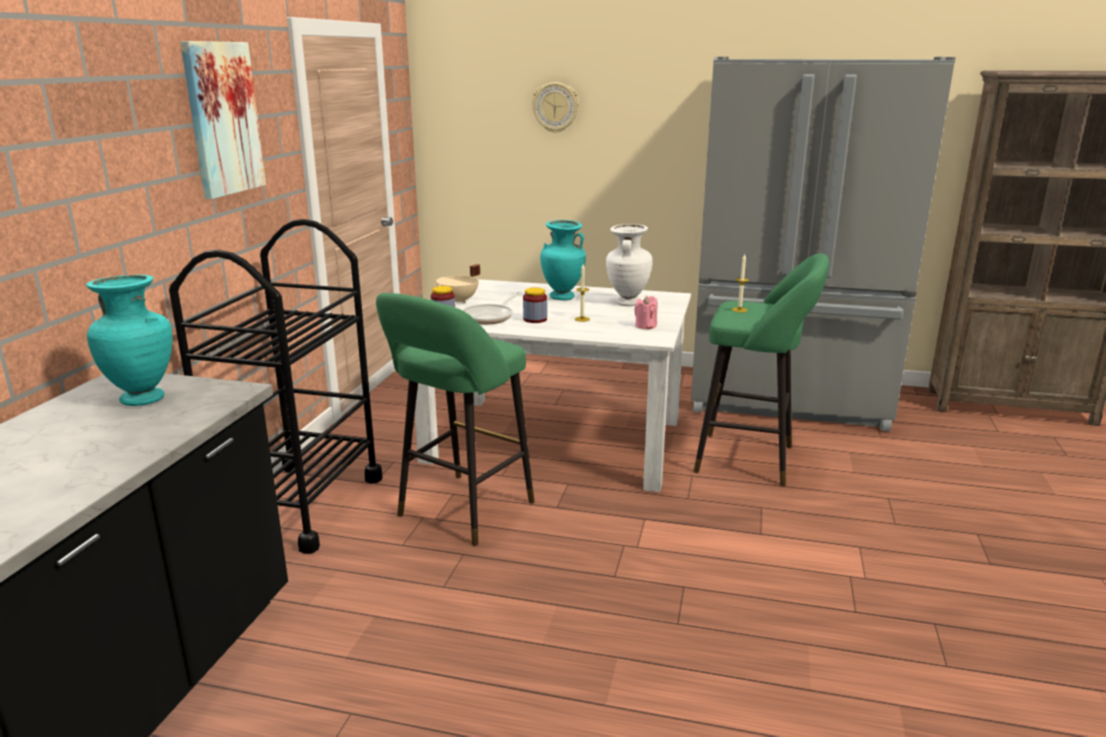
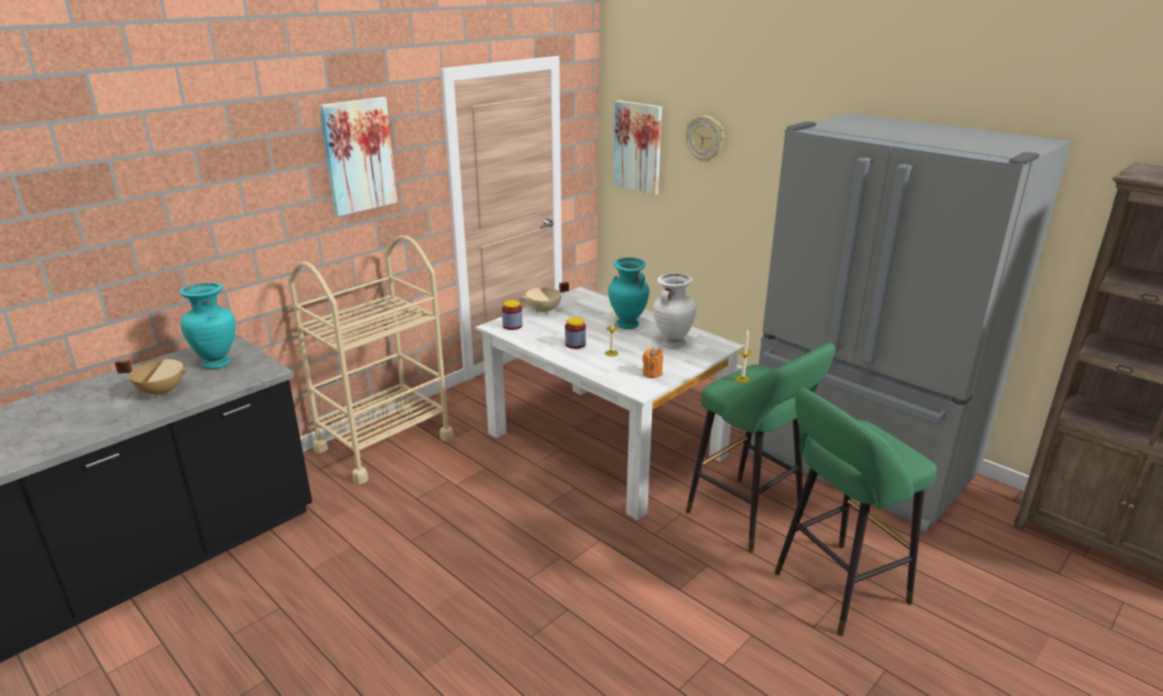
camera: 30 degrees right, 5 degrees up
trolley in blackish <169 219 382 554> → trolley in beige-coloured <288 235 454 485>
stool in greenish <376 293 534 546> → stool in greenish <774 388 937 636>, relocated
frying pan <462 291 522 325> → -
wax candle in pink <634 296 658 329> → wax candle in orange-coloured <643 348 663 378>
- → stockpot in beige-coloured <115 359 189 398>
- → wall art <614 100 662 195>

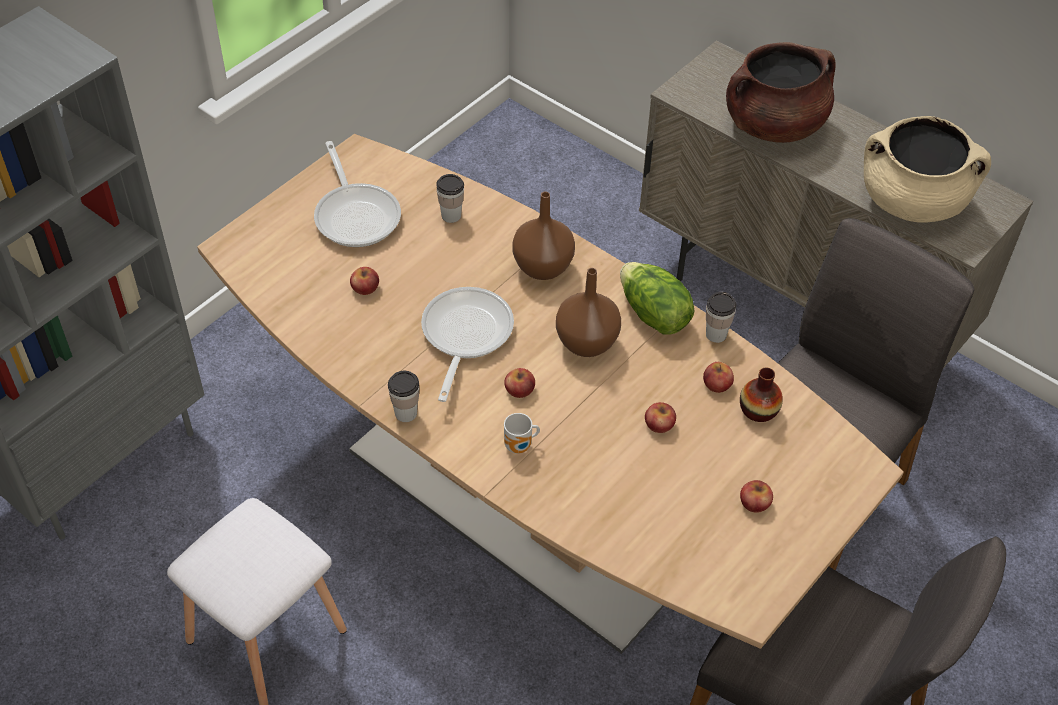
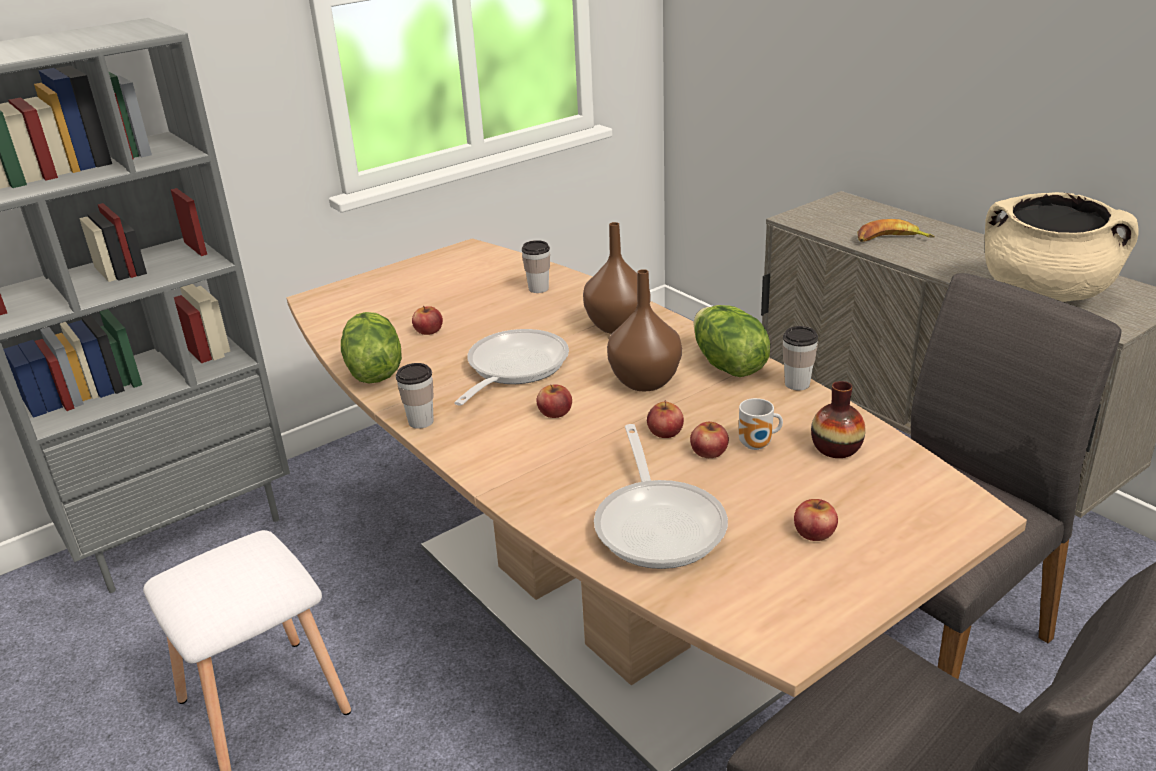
camera: 15 degrees right, 20 degrees down
frying pan <314 141 401 247> → frying pan <594 424 728 569>, relocated
tea mug <504 413 540 454> → tea mug <739 398 783 450>, relocated
whole apple <703 362 734 393> → whole apple <647 400 684 438>, relocated
stockpot in brownish <726 42 836 143> → banana <857 219 935 242>
- → head of lettuce <341 312 402 384>

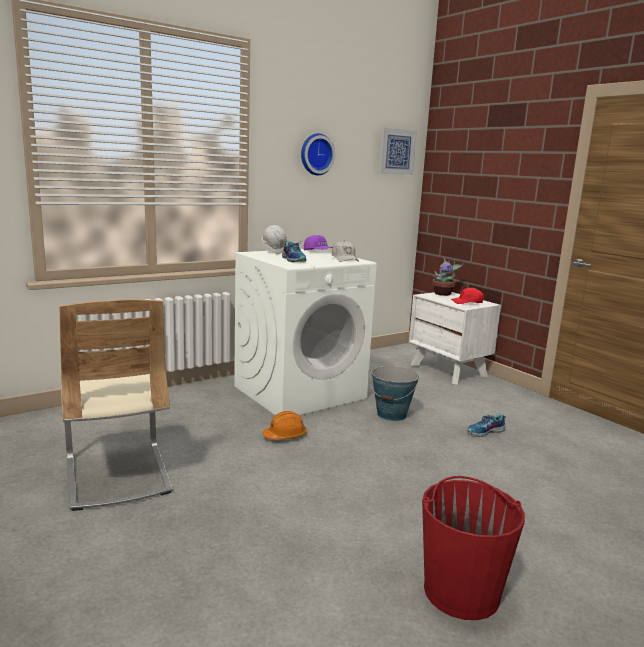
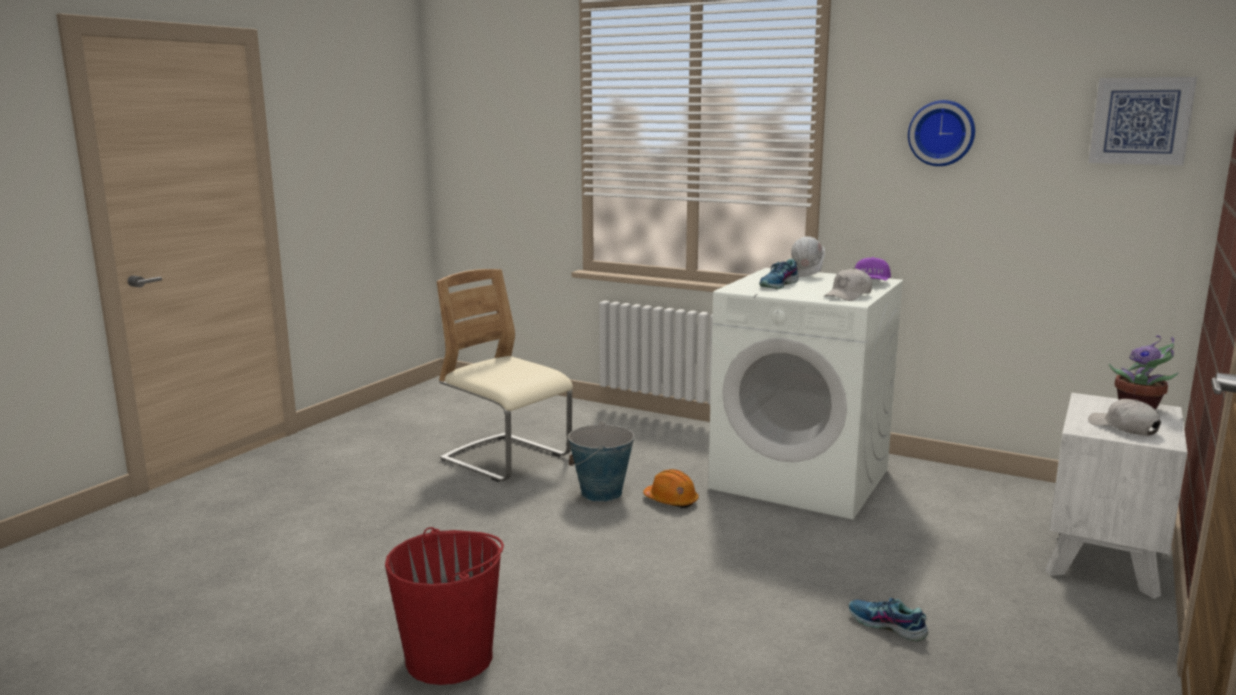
camera: 65 degrees right, 0 degrees up
chair in beige-coloured <59 300 173 511> → chair in beige-coloured <437 269 573 482>, 90 degrees clockwise
water bucket <370 366 419 421> → water bucket <568 422 634 502>, relocated
peaked cap in red <451 287 484 304> → peaked cap in whitish <1088 399 1161 436>

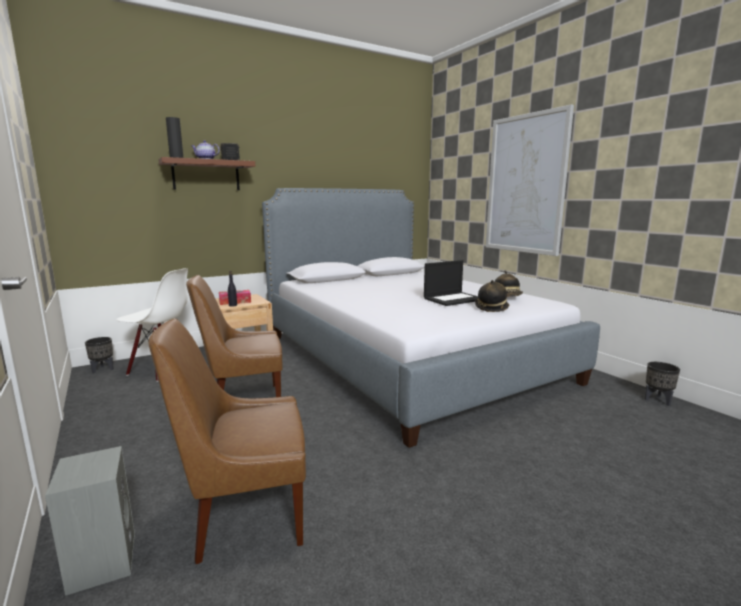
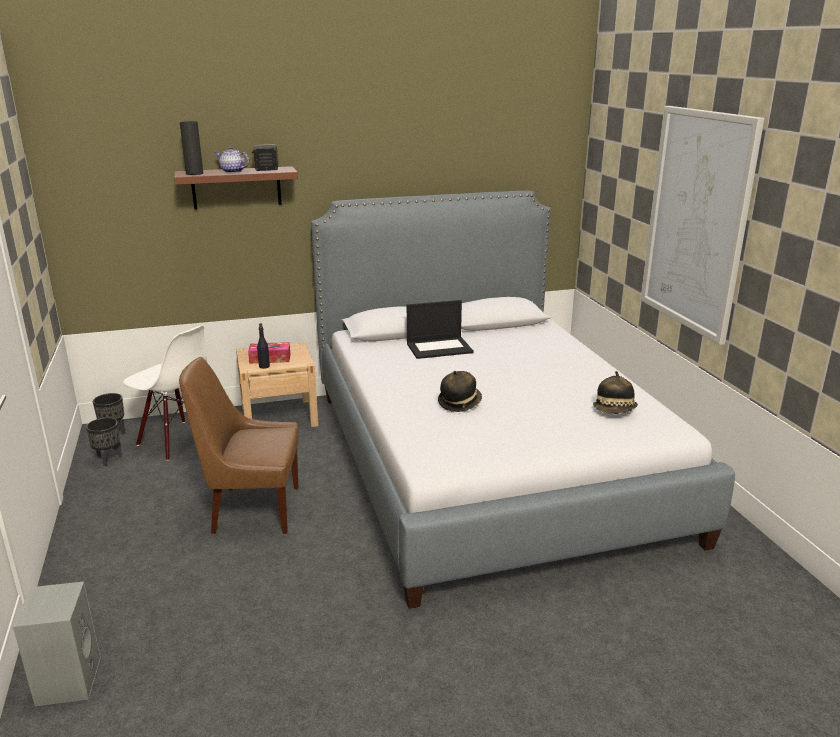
camera: 15 degrees right, 10 degrees up
chair in brownish <148 318 306 564> → -
notebook computer <424 260 478 306> → notebook computer <407 300 474 359>, relocated
wearable hat <475 280 509 312> → wearable hat <438 371 482 412>, relocated
plant pot in blackish <645 362 680 406> → plant pot in blackish <86 418 122 466>, relocated

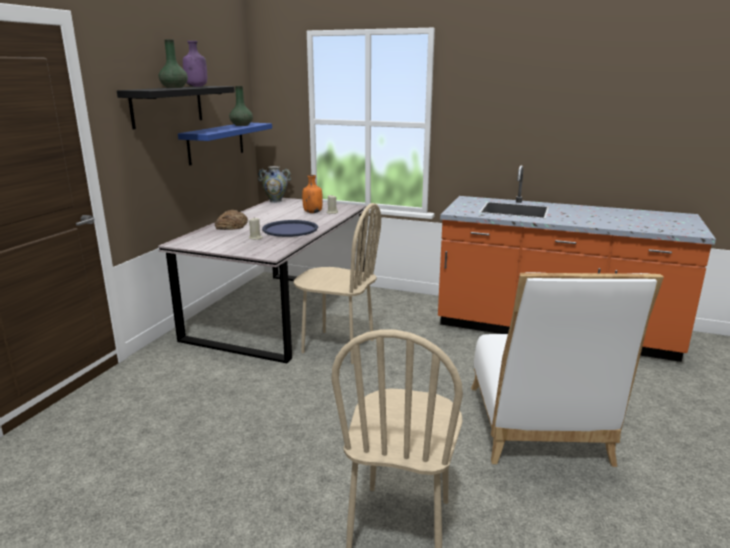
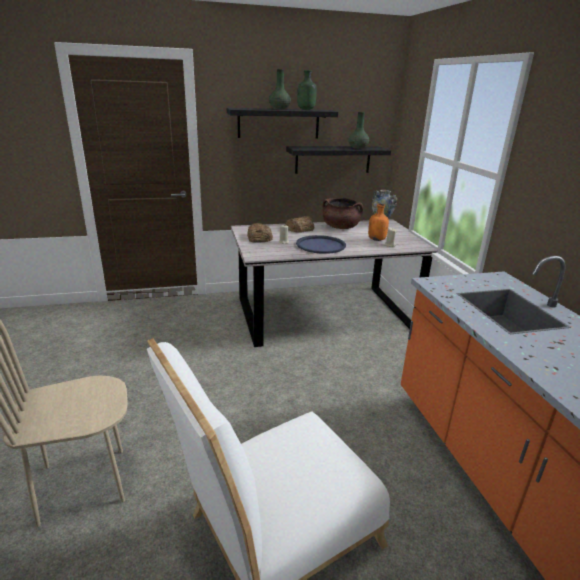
camera: 55 degrees right, 5 degrees up
shelf in blue-coloured <178 123 272 165> → shelf in blackish <286 146 391 174>
beverage bottle in purplish <183 41 207 87> → beverage bottle in greenish <297 70 317 110>
chair in beige-coloured <294 203 381 364> → -
- → bakery bread <247 223 273 243>
- → stockpot in brownish <323 198 363 229>

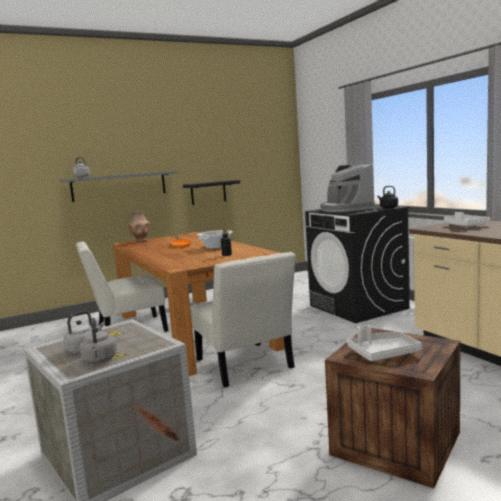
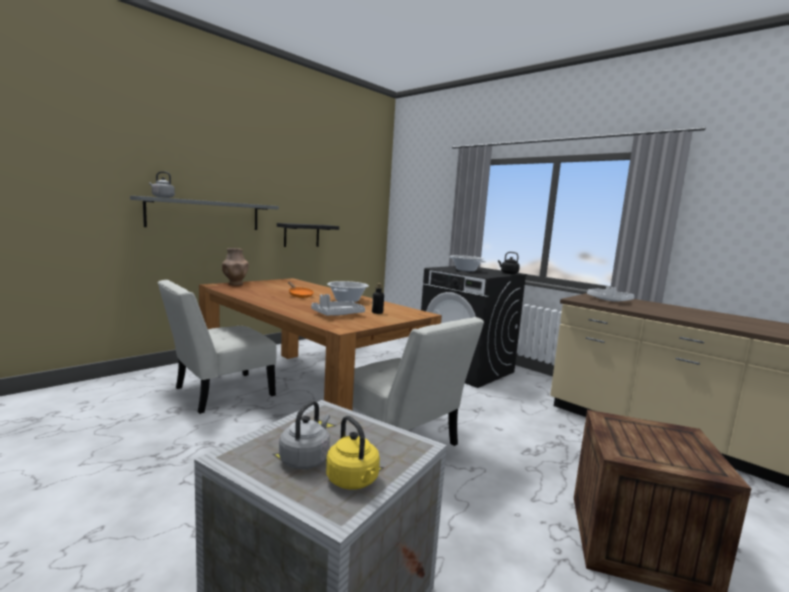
camera: 20 degrees left, 0 degrees up
water kettle in grey <80 317 117 363> → water kettle in yellow <326 416 380 490>
coffee brewer <320 164 375 212> → stockpot <449 255 486 272>
carrying tray in grey <347 325 422 361> → carrying tray in grey <311 294 365 316>, relocated

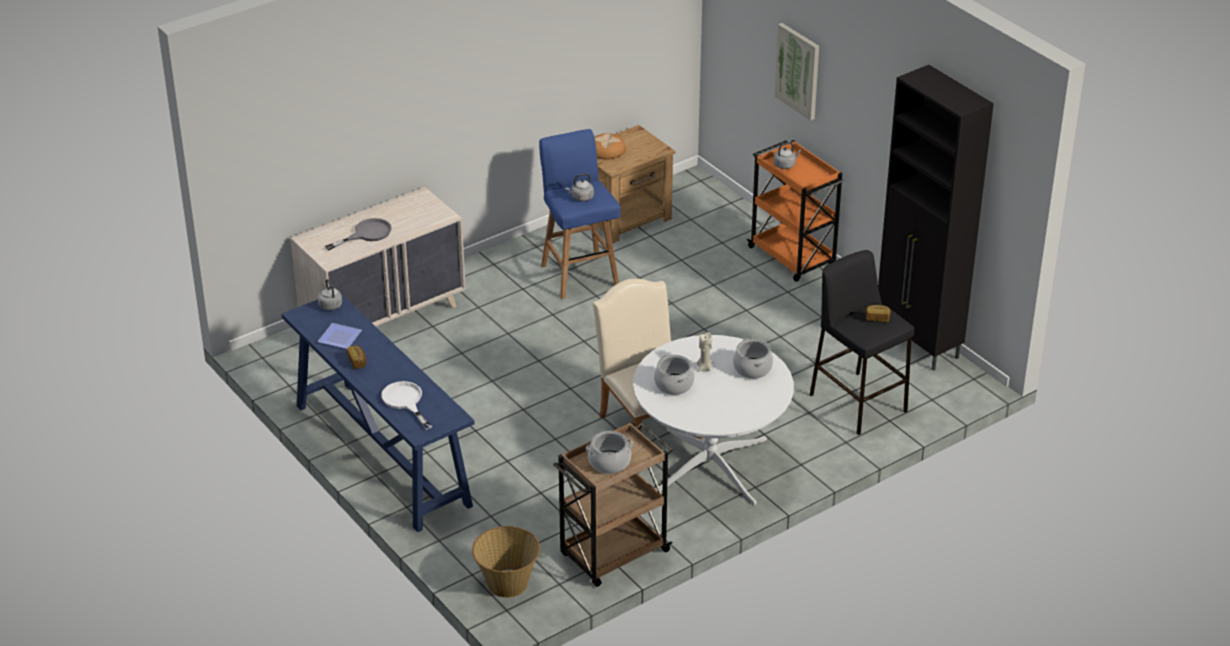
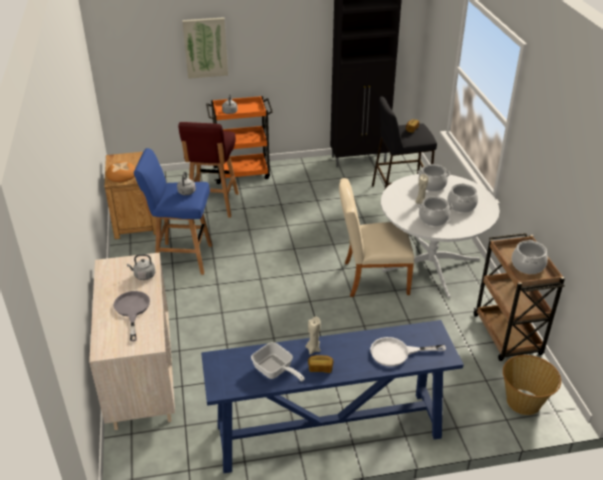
camera: 65 degrees left, 0 degrees up
dinner plate <317 323 362 349> → frying pan <251 342 305 382>
water kettle in grey <318 279 342 311> → water kettle in grey <127 254 155 280>, relocated
- → stool in red <178 122 239 218>
- → wax candle in beige-coloured <306 316 321 355>
- → stockpot <447 183 478 213>

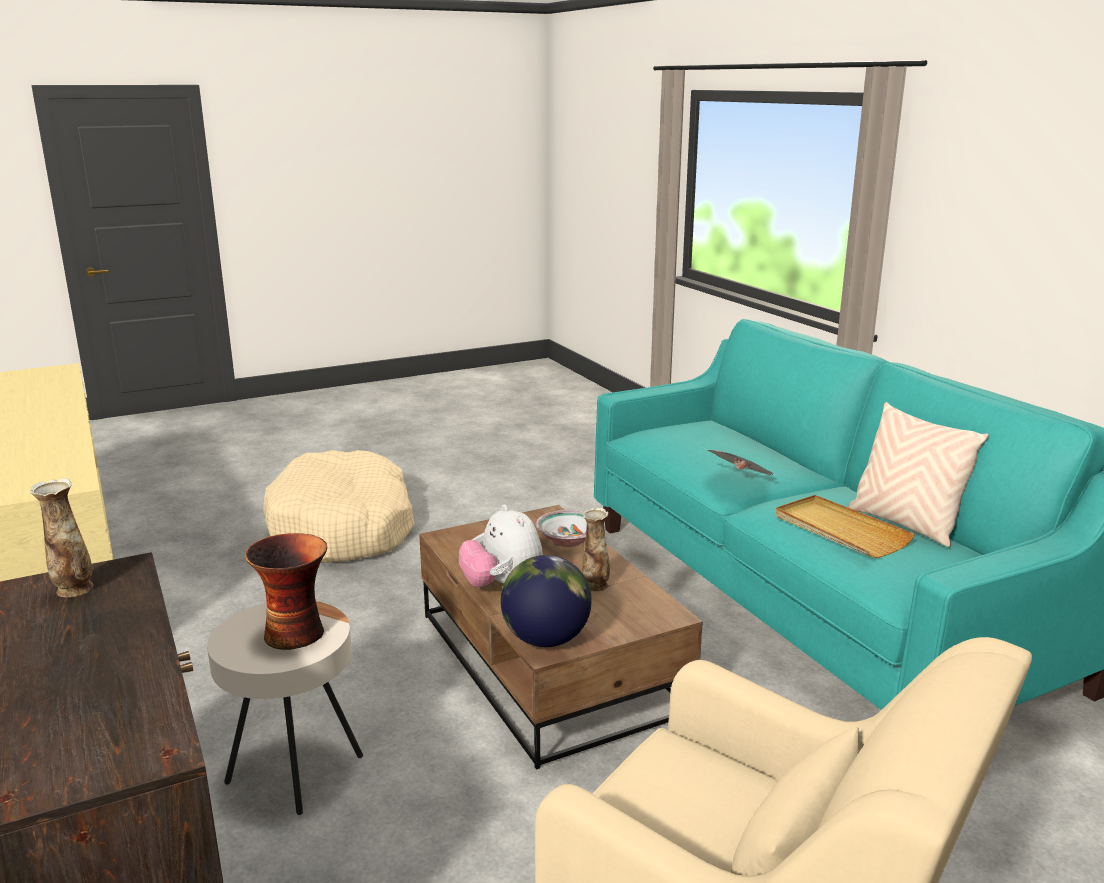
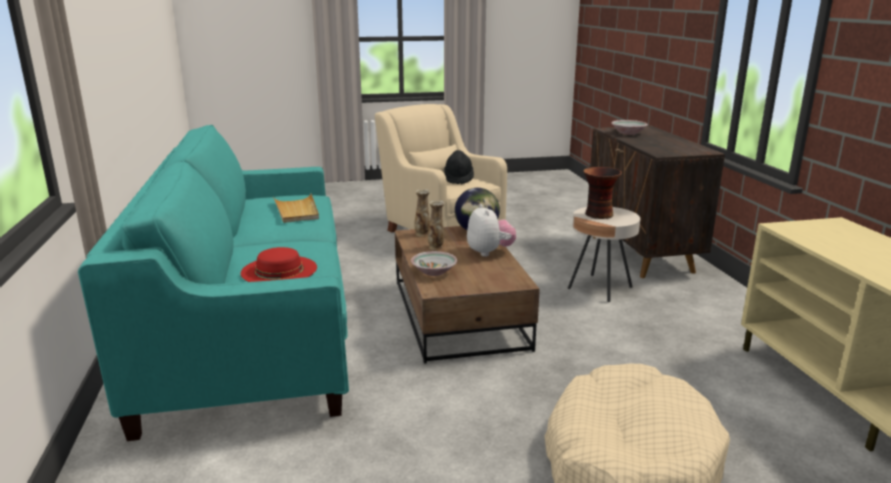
camera: 165 degrees left, 0 degrees up
decorative vase <30 478 93 597> → decorative vase <414 189 430 237>, relocated
newspaper <703 449 774 475> → -
cushion in beige-coloured <848 402 989 547> → -
- → wearable hat in red <241 247 317 282>
- → wearable hat in blackish <444 150 474 184>
- → bowl <611 120 648 135>

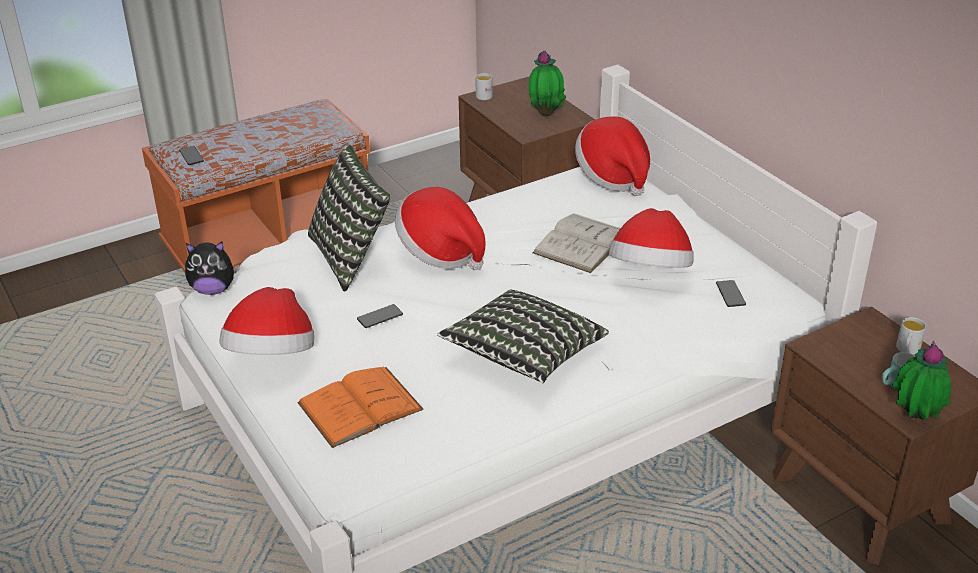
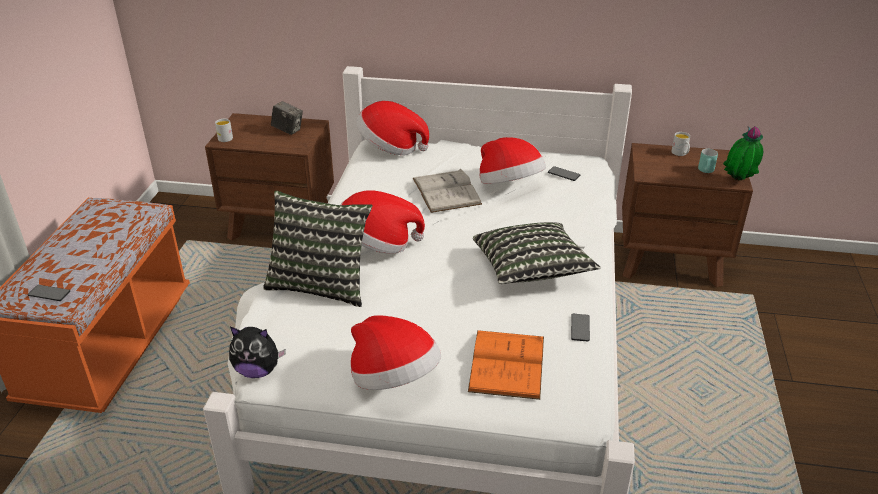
camera: 50 degrees left, 0 degrees up
plush toy <185 242 239 295> → plush toy <229 326 286 378>, 60 degrees clockwise
phone <357 304 403 328> → phone <571 314 590 342>, relocated
plant in a pot <529 51 567 117> → photo camera <271 101 303 135>

